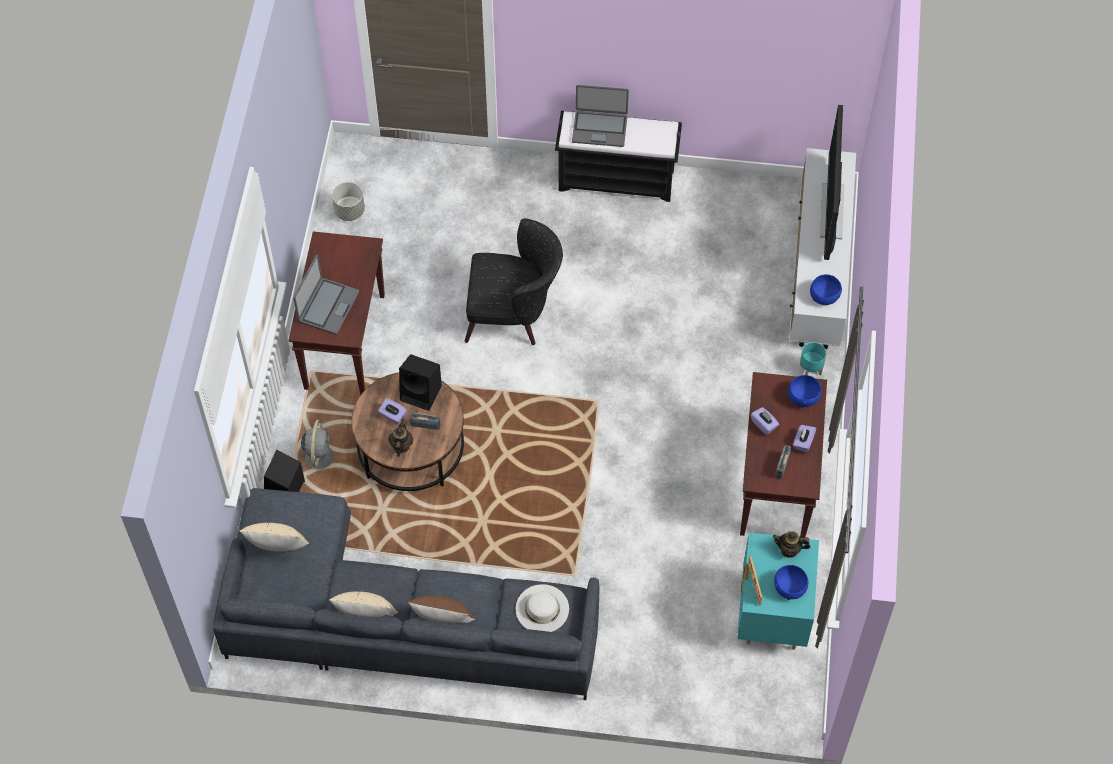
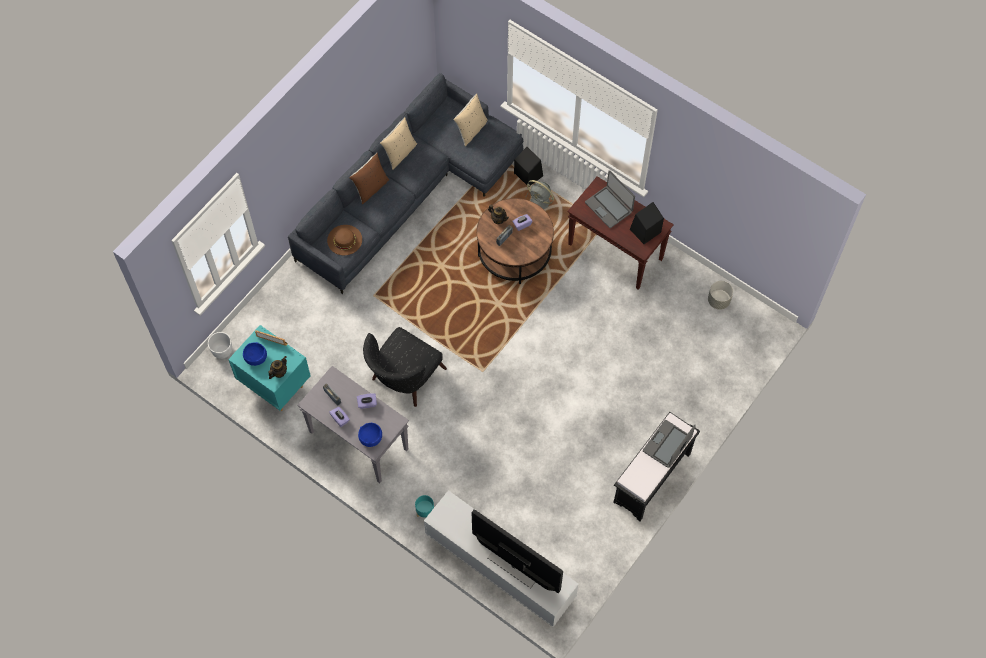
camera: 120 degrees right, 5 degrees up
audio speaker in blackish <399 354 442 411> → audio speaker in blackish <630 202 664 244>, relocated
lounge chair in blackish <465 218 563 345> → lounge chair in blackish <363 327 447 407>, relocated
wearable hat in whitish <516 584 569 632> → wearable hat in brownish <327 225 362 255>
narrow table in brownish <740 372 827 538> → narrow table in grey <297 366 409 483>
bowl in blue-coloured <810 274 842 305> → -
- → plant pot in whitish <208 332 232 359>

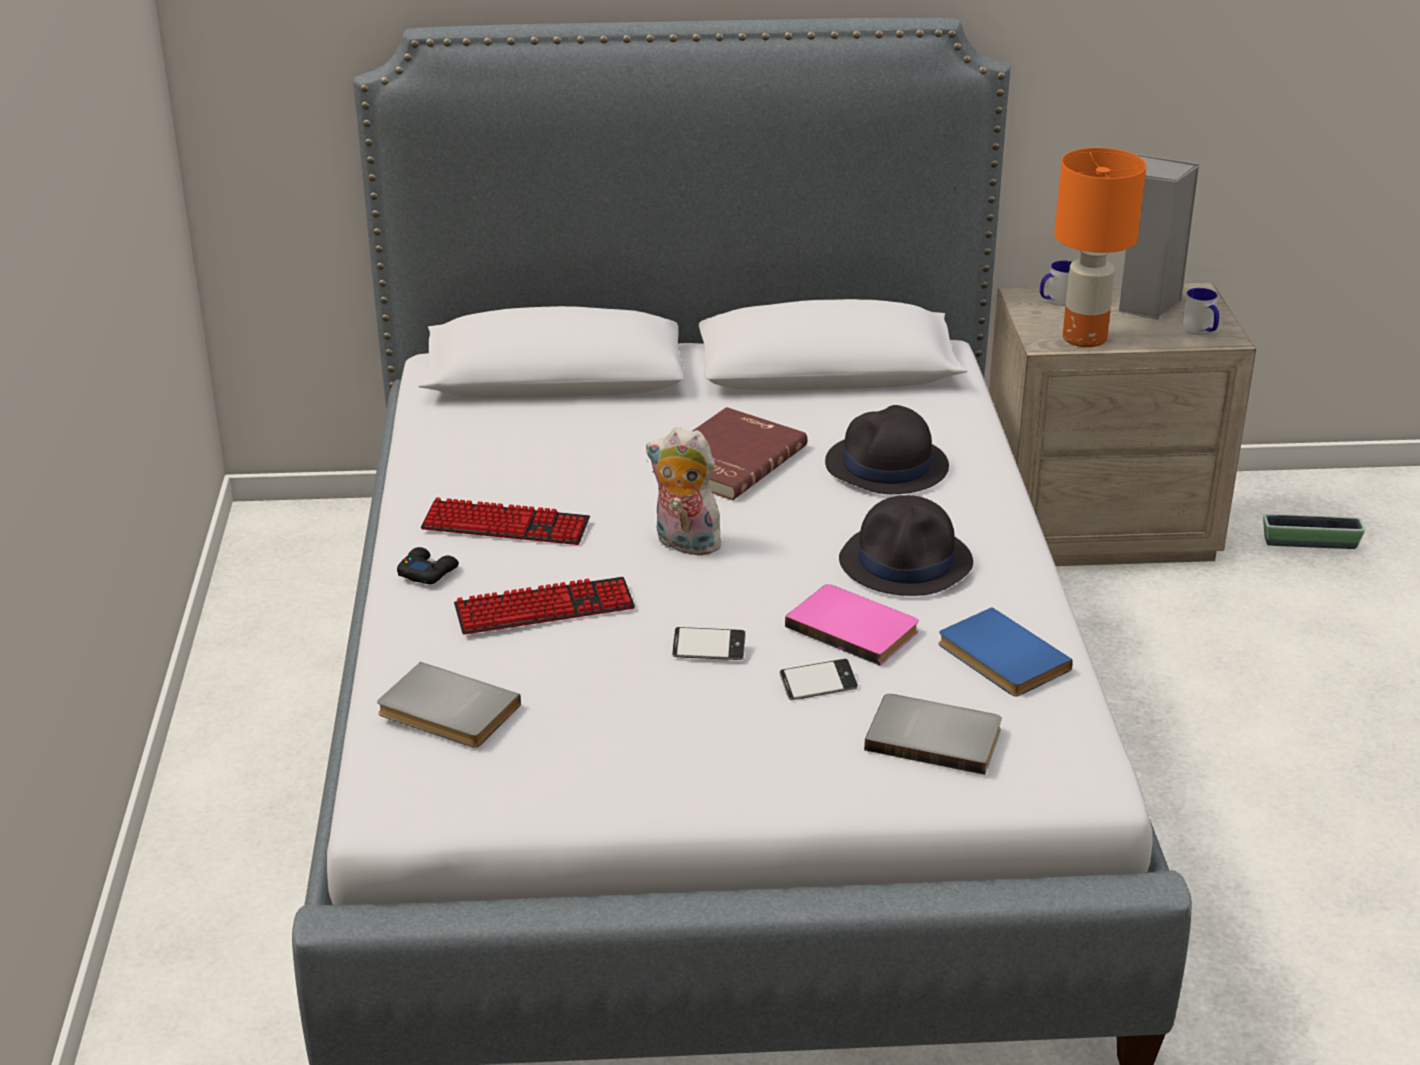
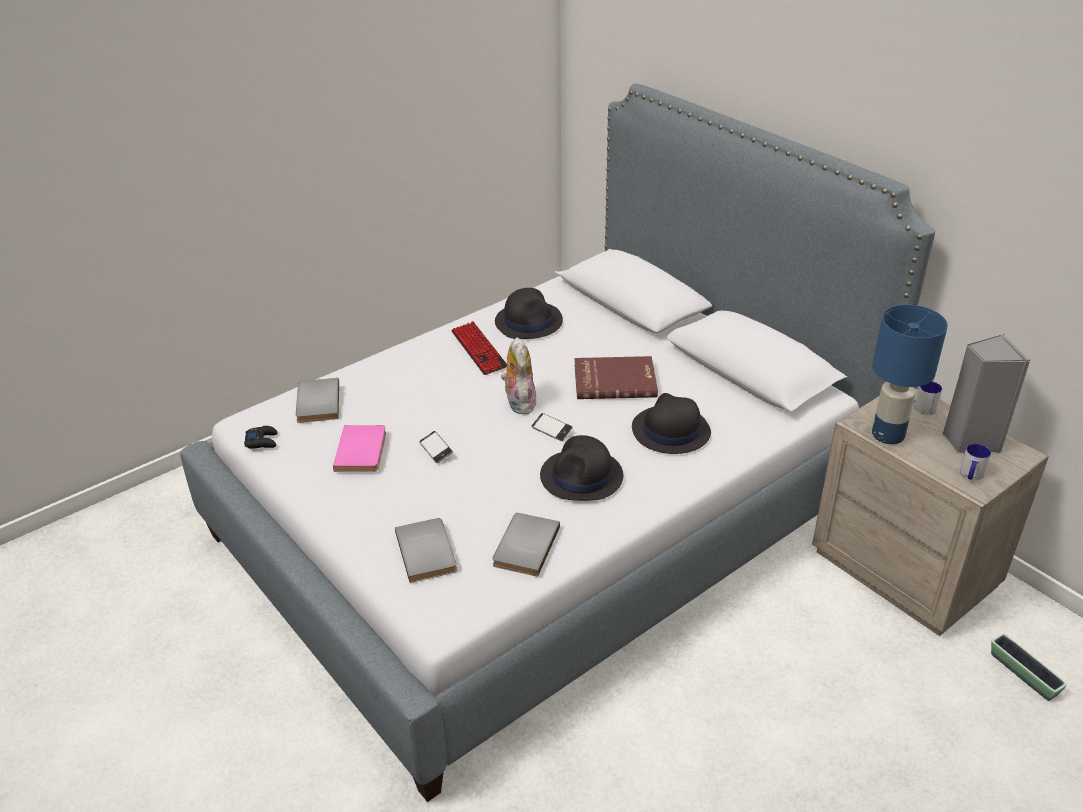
camera: 55 degrees right, 5 degrees up
gamepad in blackish <397 547 459 584> → gamepad in blackish <244 426 278 449>, relocated
PC keyboard <454 577 635 635> → -
phone <779 659 858 700> → phone <532 413 572 441>, relocated
book in pink <785 584 919 666> → book in pink <333 425 386 472>, relocated
book in blue-coloured <939 607 1073 696> → book in grey <493 513 560 577>
table lamp in orange-coloured <1054 148 1147 347> → table lamp in blue-coloured <872 305 948 444>
- → wearable hat in blackish <495 288 563 339>

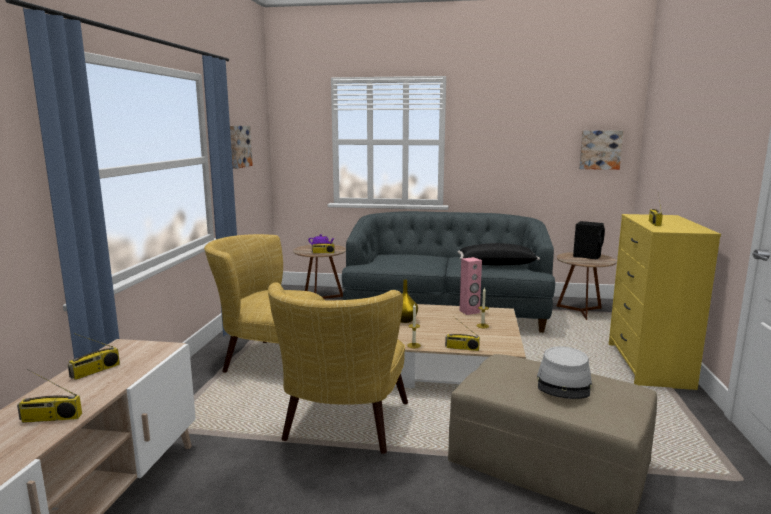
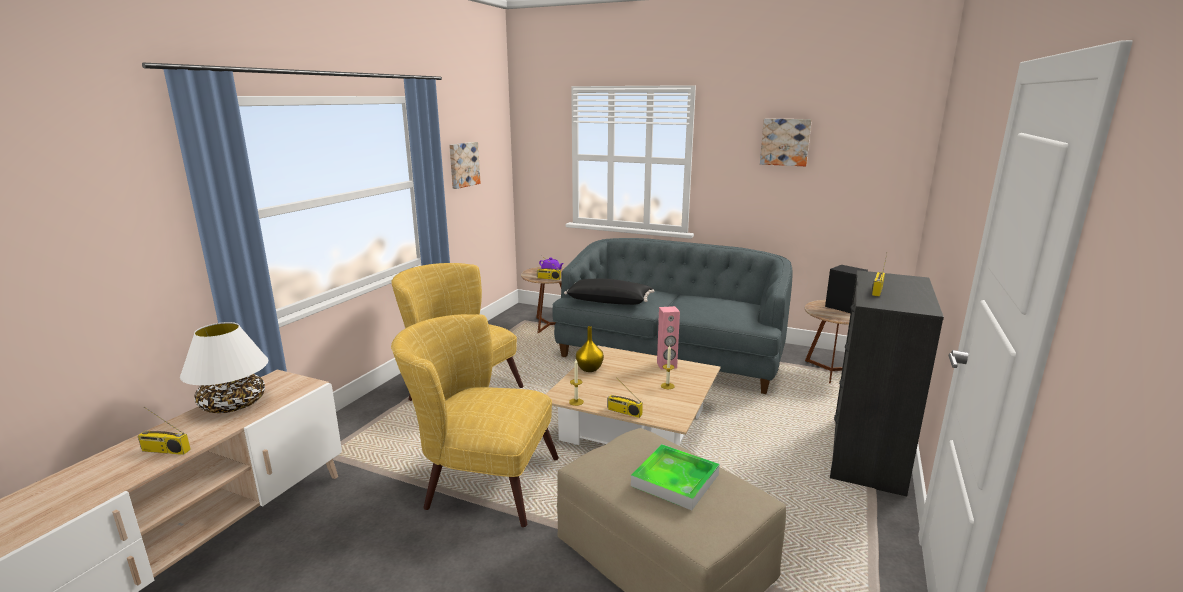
camera: 15 degrees right, 5 degrees up
radio receiver <68 333 120 380> → table lamp in whitish <180 322 268 413>
lounge chair in yellow <268 282 408 454> → lounge chair in yellow <391 314 559 527>, 75 degrees clockwise
cushion in blackish <458 243 540 265> → cushion in blackish <564 279 654 305>, relocated
wearable hat in grey <537 347 592 399> → carrying tray <631 444 720 510>
wall art <579 130 623 170> → wall art <760 118 812 166>, relocated
dresser in yellow <609 214 721 390> → dresser in blackish <830 270 944 497>

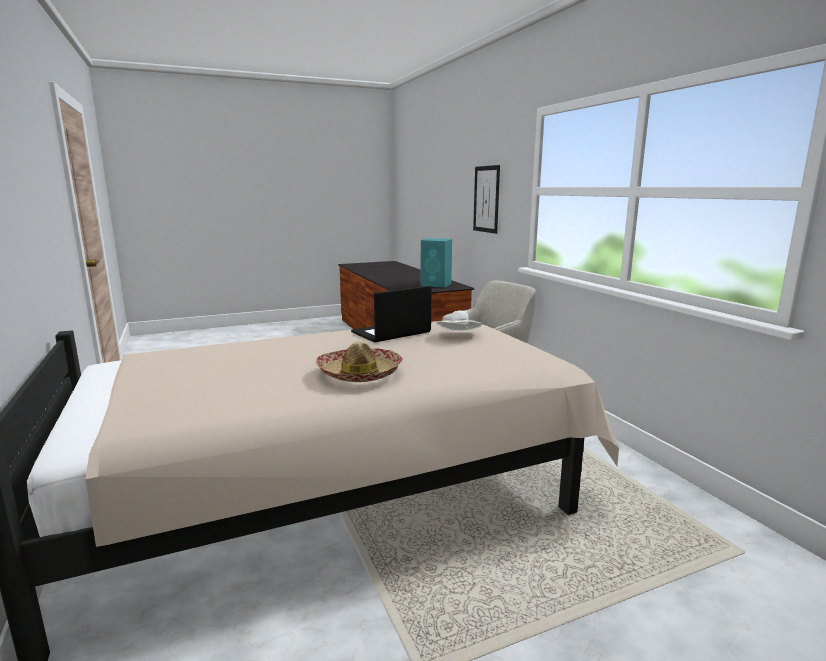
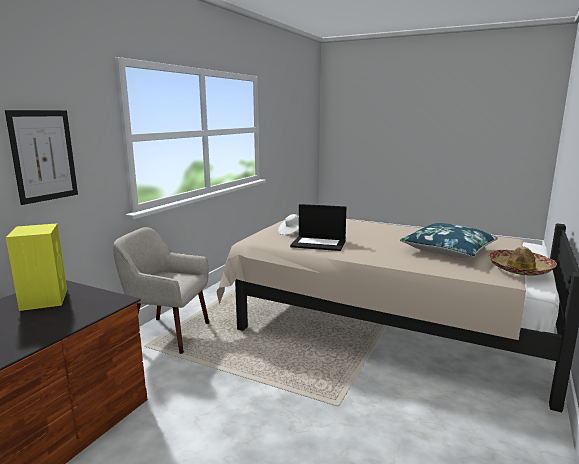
camera: 130 degrees left, 0 degrees up
wearable hat <316 341 403 382> → wearable hat <489 246 557 276>, relocated
audio speaker in turquoise <420 238 452 287> → audio speaker in yellow <6 224 67 311>
- → cushion in blue-coloured <400 223 498 258>

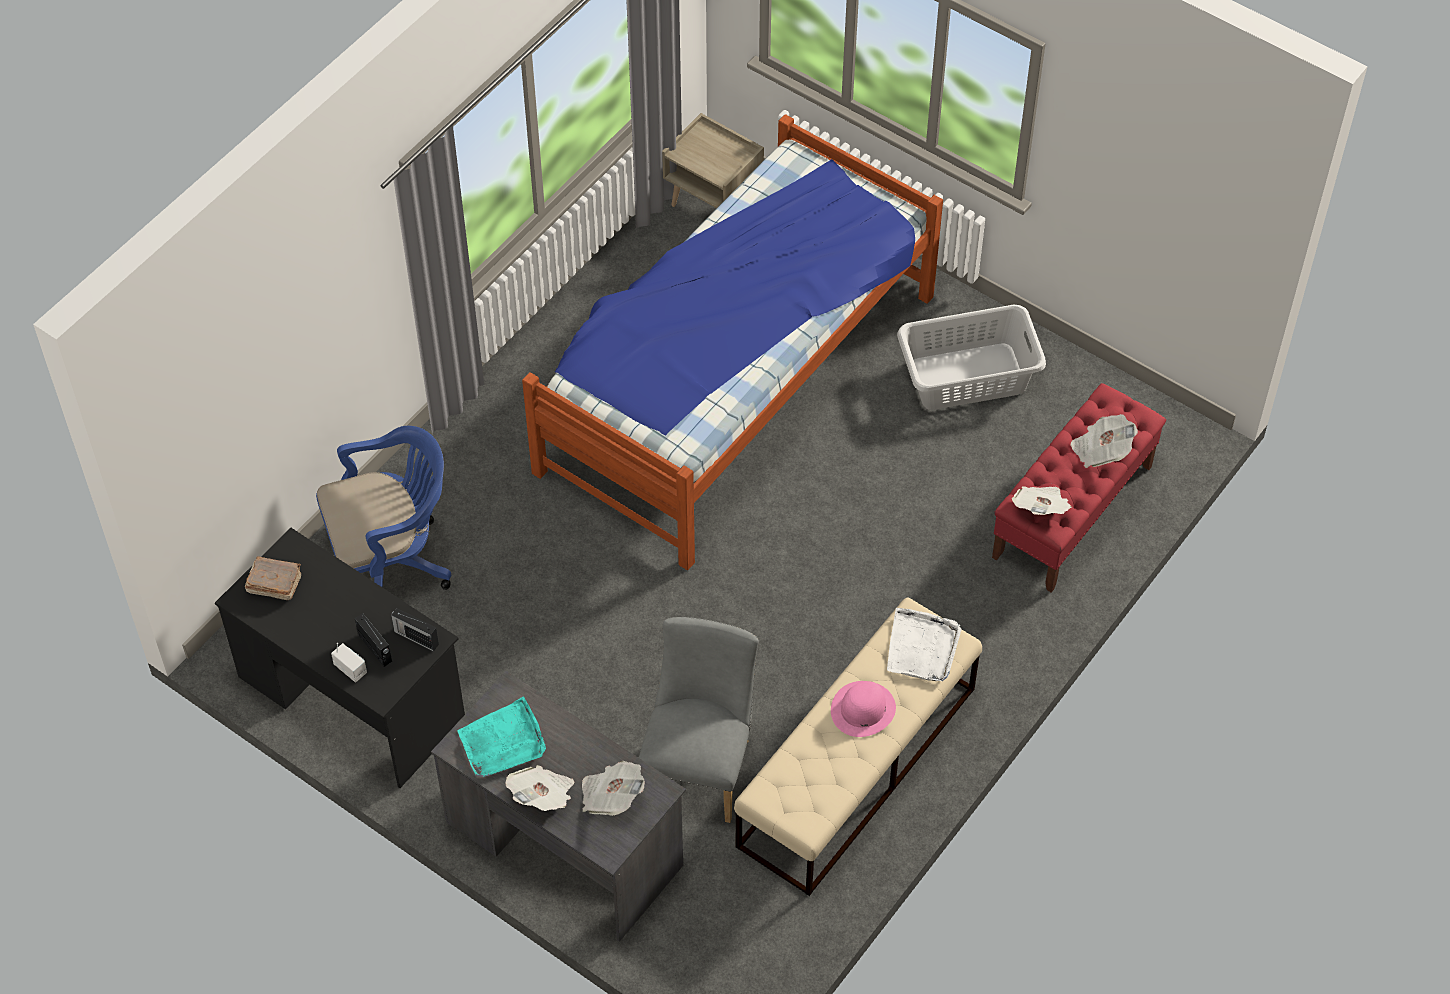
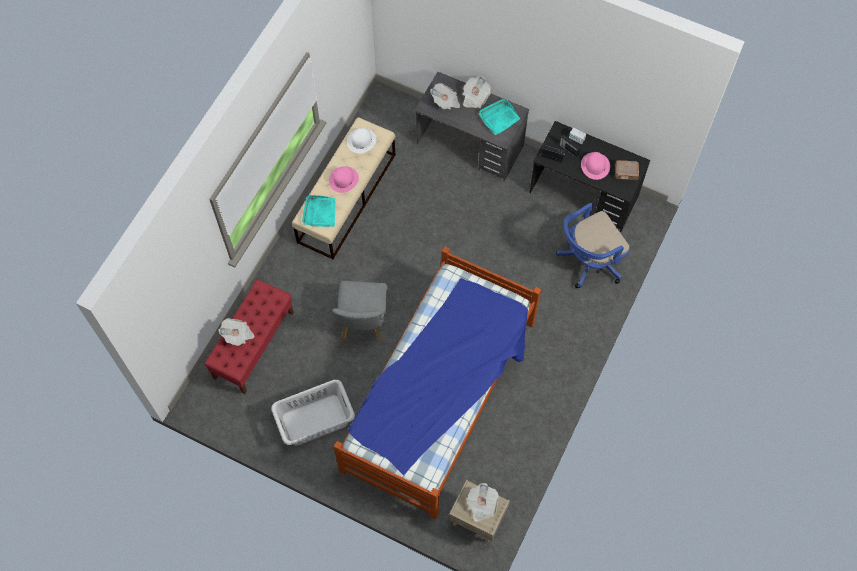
camera: 170 degrees right, 10 degrees up
chair in grey <639 617 759 823> → chair in grey <332 281 387 342>, relocated
carrying tray in whitish <887 608 962 681> → carrying tray in turquoise <302 195 335 227>
newspaper <1012 486 1071 515> → newspaper <466 483 499 522>, relocated
- → wearable hat in whitish <347 128 377 153>
- → wearable hat in pink <581 152 610 180>

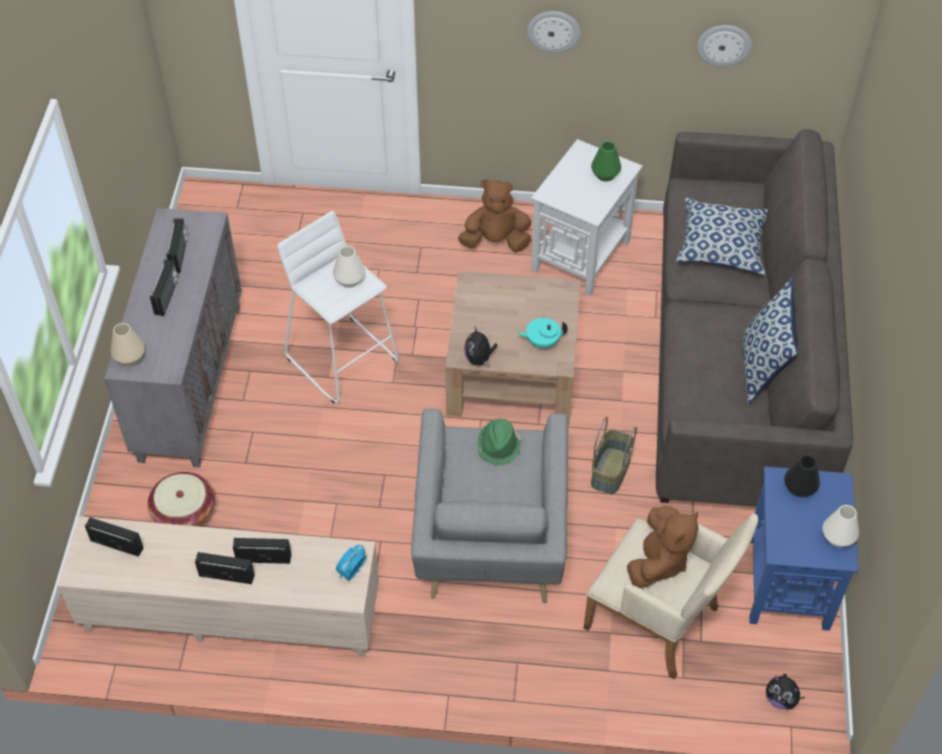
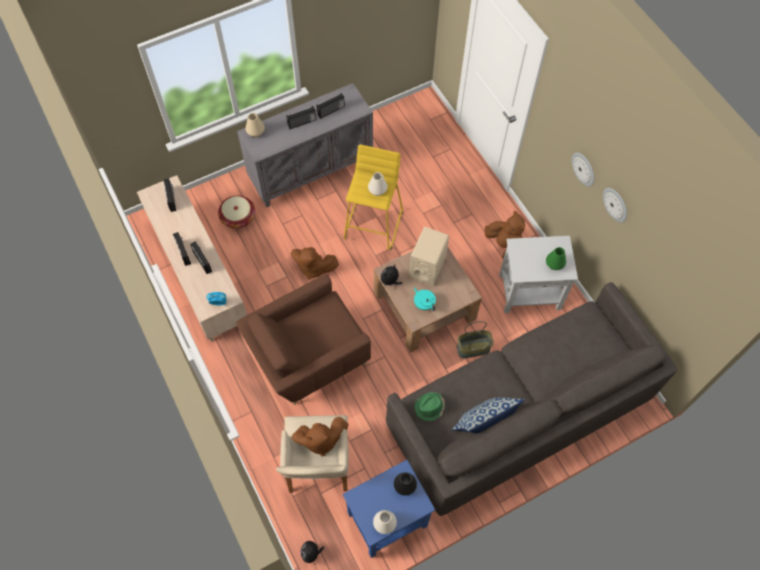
camera: 55 degrees right, 10 degrees up
stool in whitish <278 211 399 404> → stool in yellow <344 144 403 250>
lounge chair in grey <411 408 568 603> → lounge chair in brownish <236 274 371 405>
wearable hat in greenish <477 419 521 466> → wearable hat in greenish <414 392 445 421>, relocated
household basket <591 417 637 494> → household basket <457 321 494 358>, relocated
cushion <676 198 768 275> → -
hanging clock <697 25 752 67> → hanging clock <603 188 627 223>, relocated
- → plush toy in brownish <291 247 339 280>
- → audio speaker in beige-coloured <409 227 449 286>

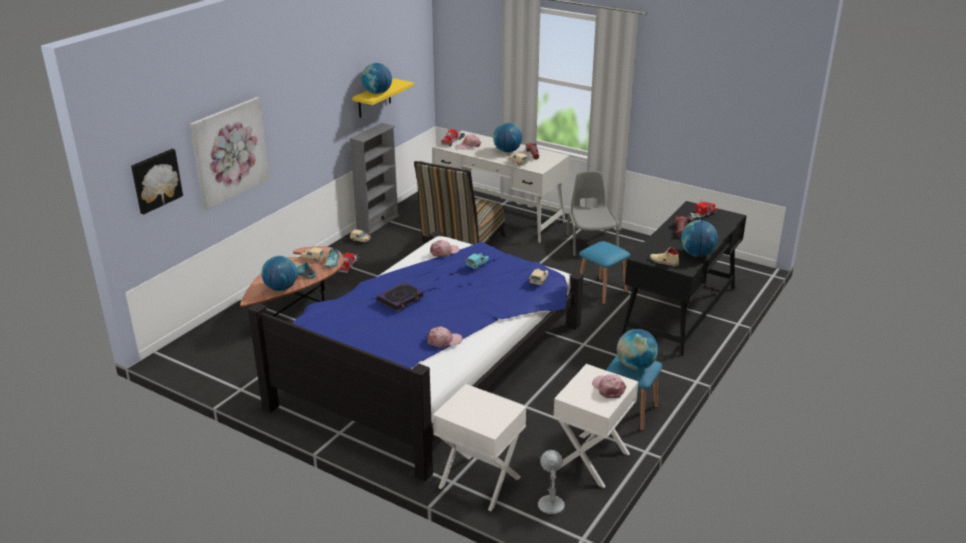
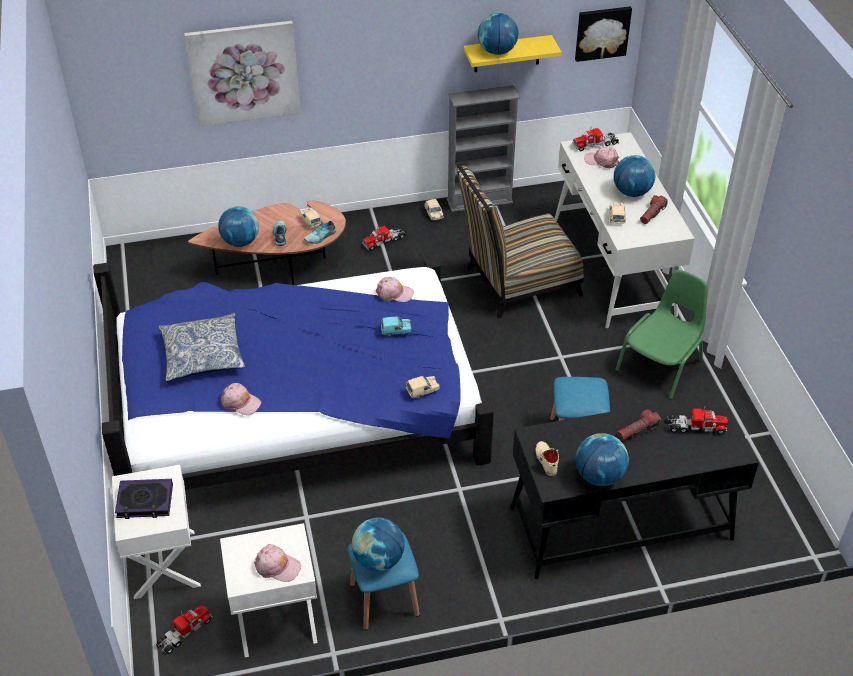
camera: 45 degrees right, 15 degrees up
wall art <131 149 183 214> → wall art <575 6 632 62>, relocated
book <377 282 424 311> → book <115 479 173 519>, relocated
table lamp in whitish <538 450 565 514> → toy truck <156 605 213 655>
chair in grey <566 171 619 256> → chair in greenish <615 270 708 399>
peaked cap in pink <592 374 626 398> → peaked cap in pink <254 544 301 582>, 90 degrees clockwise
- → cushion <158 313 245 381>

